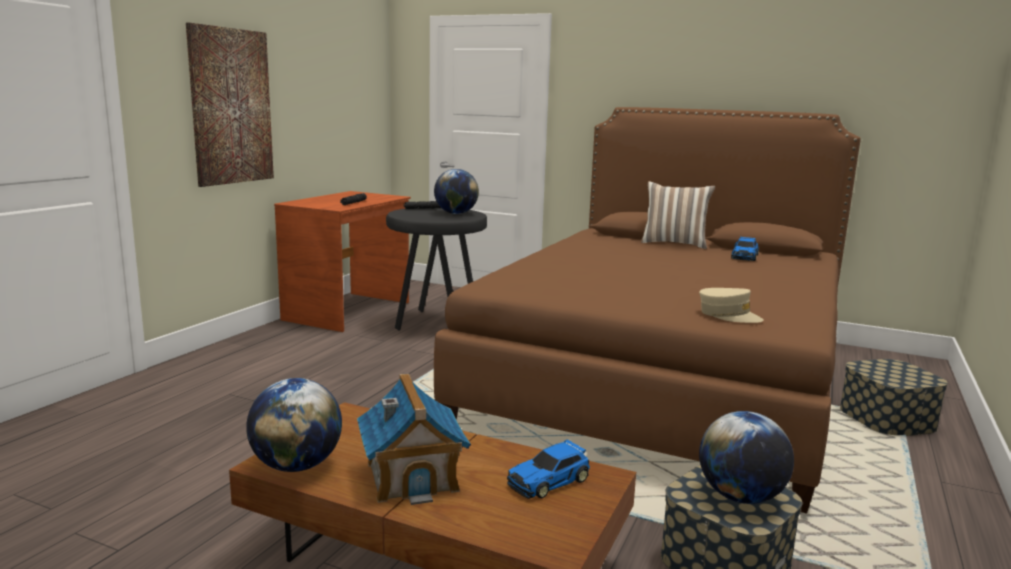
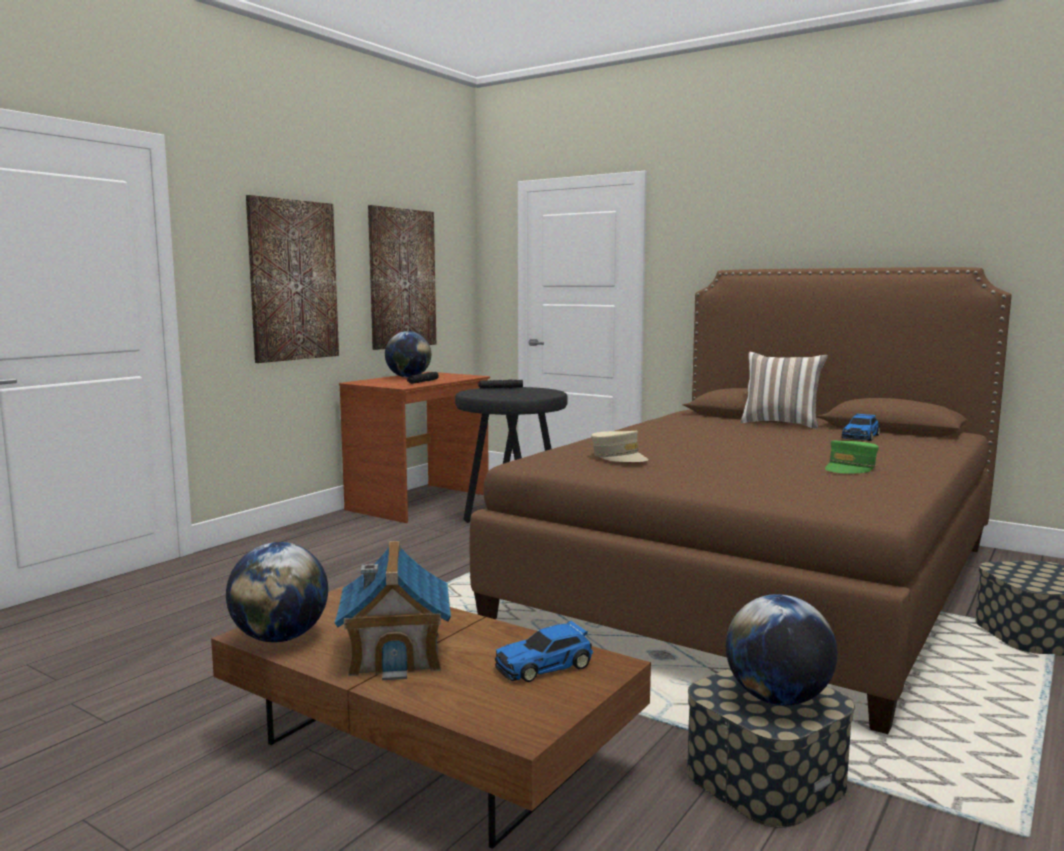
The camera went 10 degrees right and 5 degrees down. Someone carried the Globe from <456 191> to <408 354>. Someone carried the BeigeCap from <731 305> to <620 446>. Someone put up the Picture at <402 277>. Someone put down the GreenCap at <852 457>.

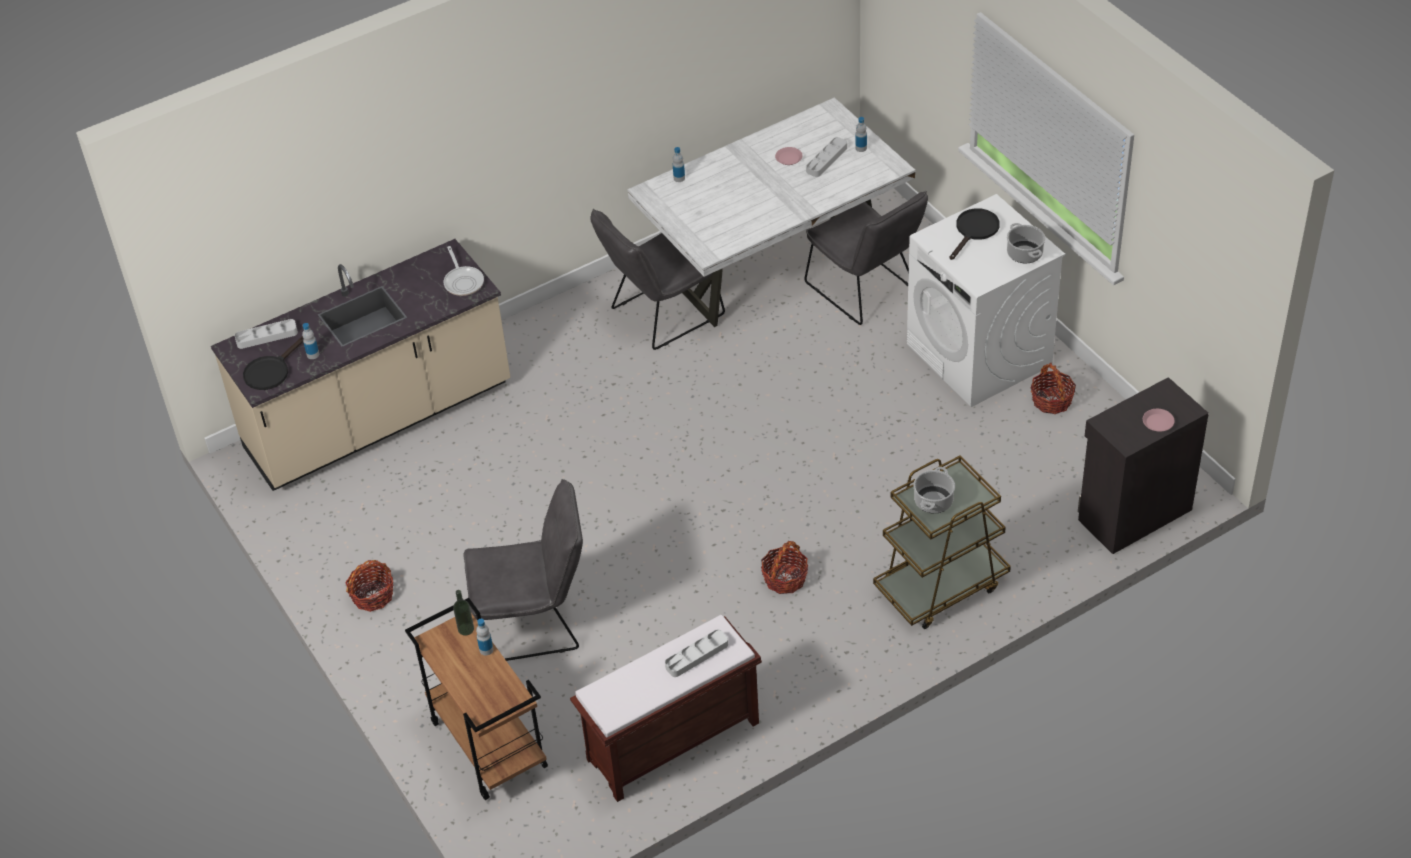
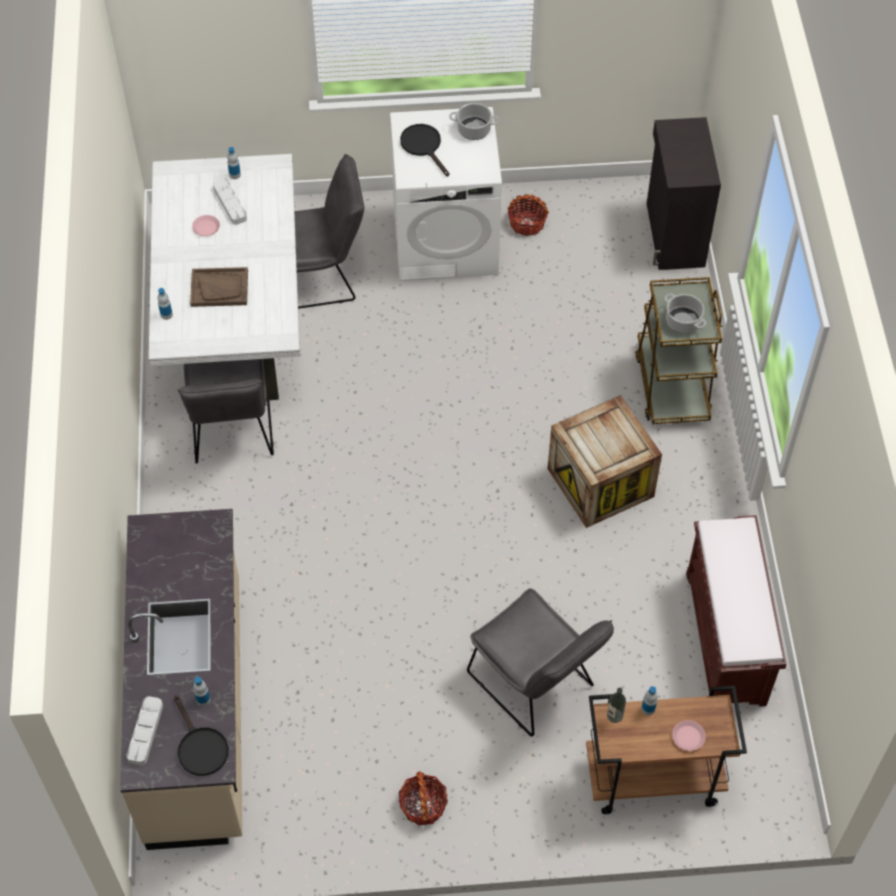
The camera went 65 degrees left and 10 degrees up. Someone took away the FryingPan at <464 271>. Someone rotated the GreyChair at <523 570> by 120 degrees clockwise. Someone took away the GreyTray at <696 653>. Someone swapped the Basket at <784 567> for the Crate at <605 461>. Someone carried the PinkPlate from <1159 420> to <689 735>. Someone put down the BrownTray at <219 287>.

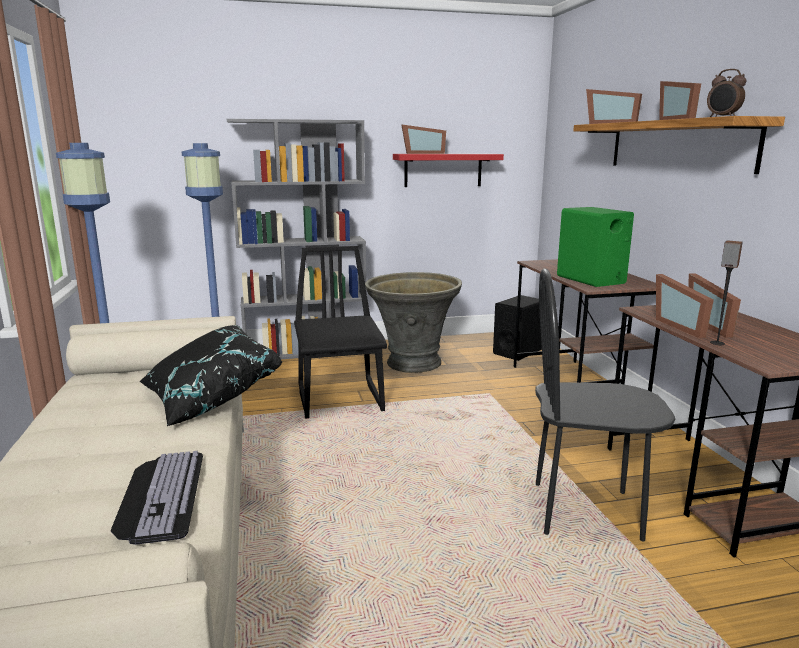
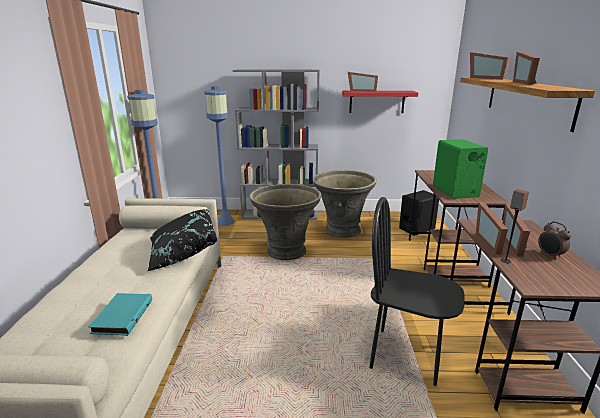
The camera went 15 degrees right and 5 degrees up. Someone swapped the Keyboard at <157 498> for the TurquoiseBook at <120 314>. Someone swapped the BlackChair at <340 332> for the GreyPlanter at <285 222>. Someone carried the AlarmClock from <726 93> to <554 240>.

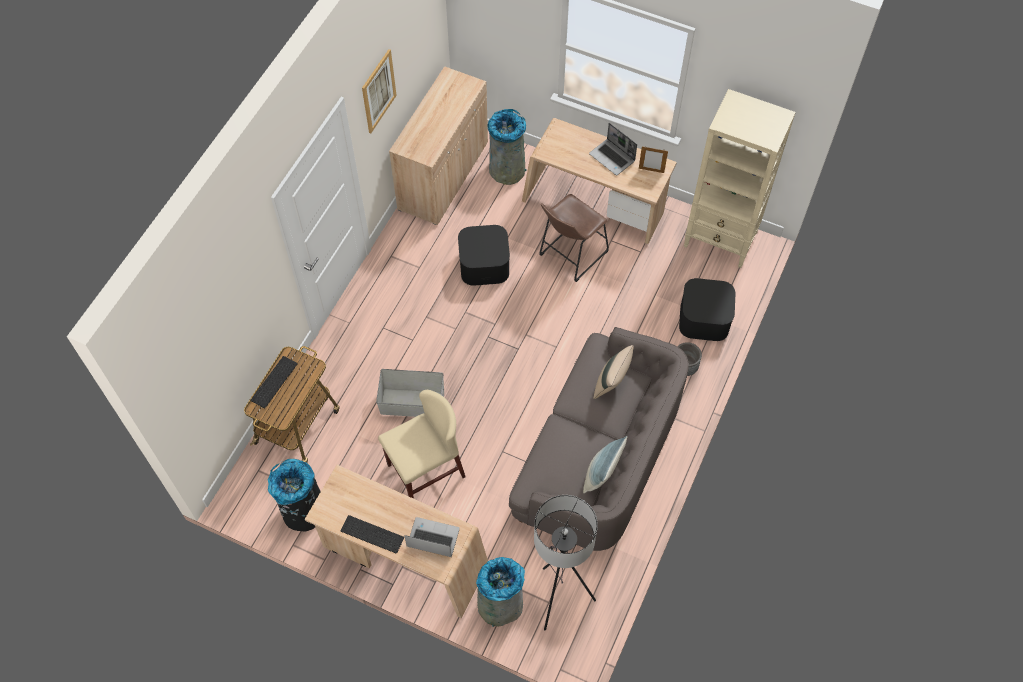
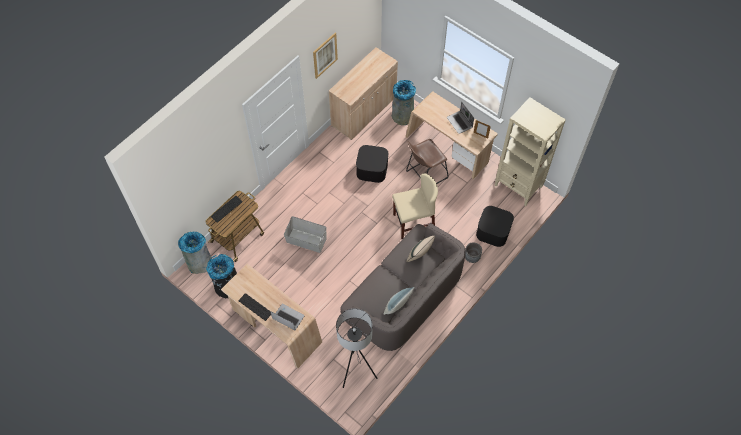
The camera went 15 degrees right and 0 degrees up. Someone carried the BeigeChair from <422 444> to <415 206>. Someone carried the GreyTrashCan from <500 592> to <194 253>.

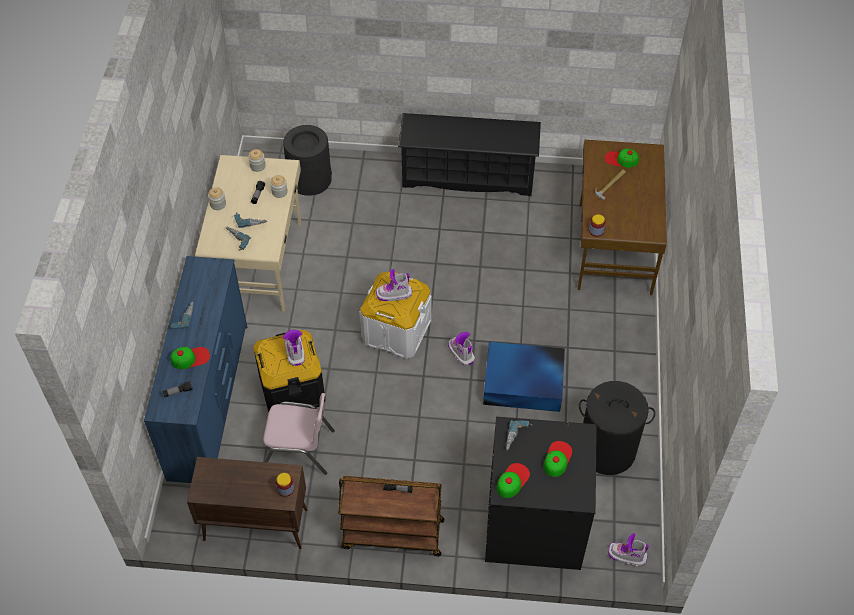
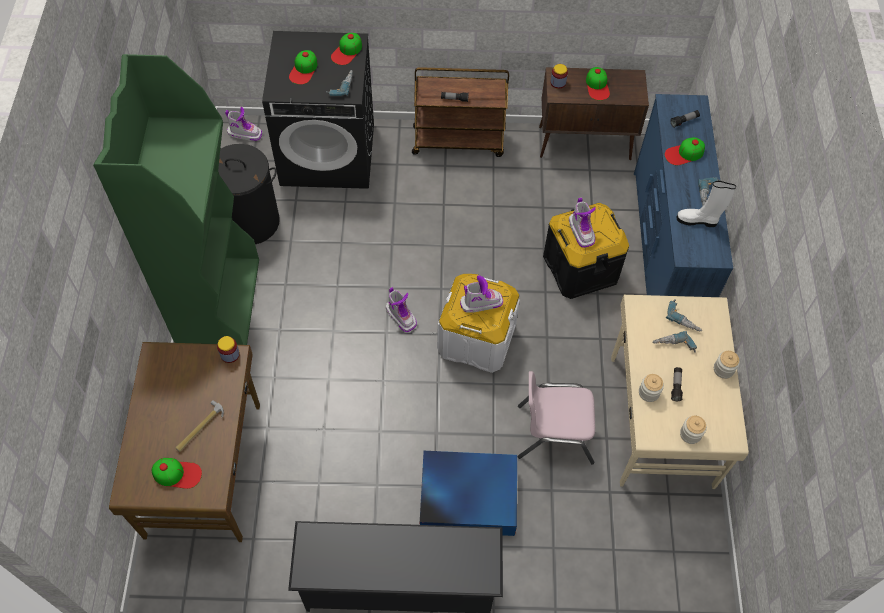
The camera went 175 degrees right and 5 degrees up. Someone carried the PinkChair from <299 434> to <556 417>. Someone took away the BlackTrashCan at <307 160>. Someone carried the BlueStorageBox from <524 377> to <468 493>. Someone put down the GreenBookcase at <176 199>. Someone put down the Cap at <598 83>. Someone put down the WhiteBoot at <706 204>.

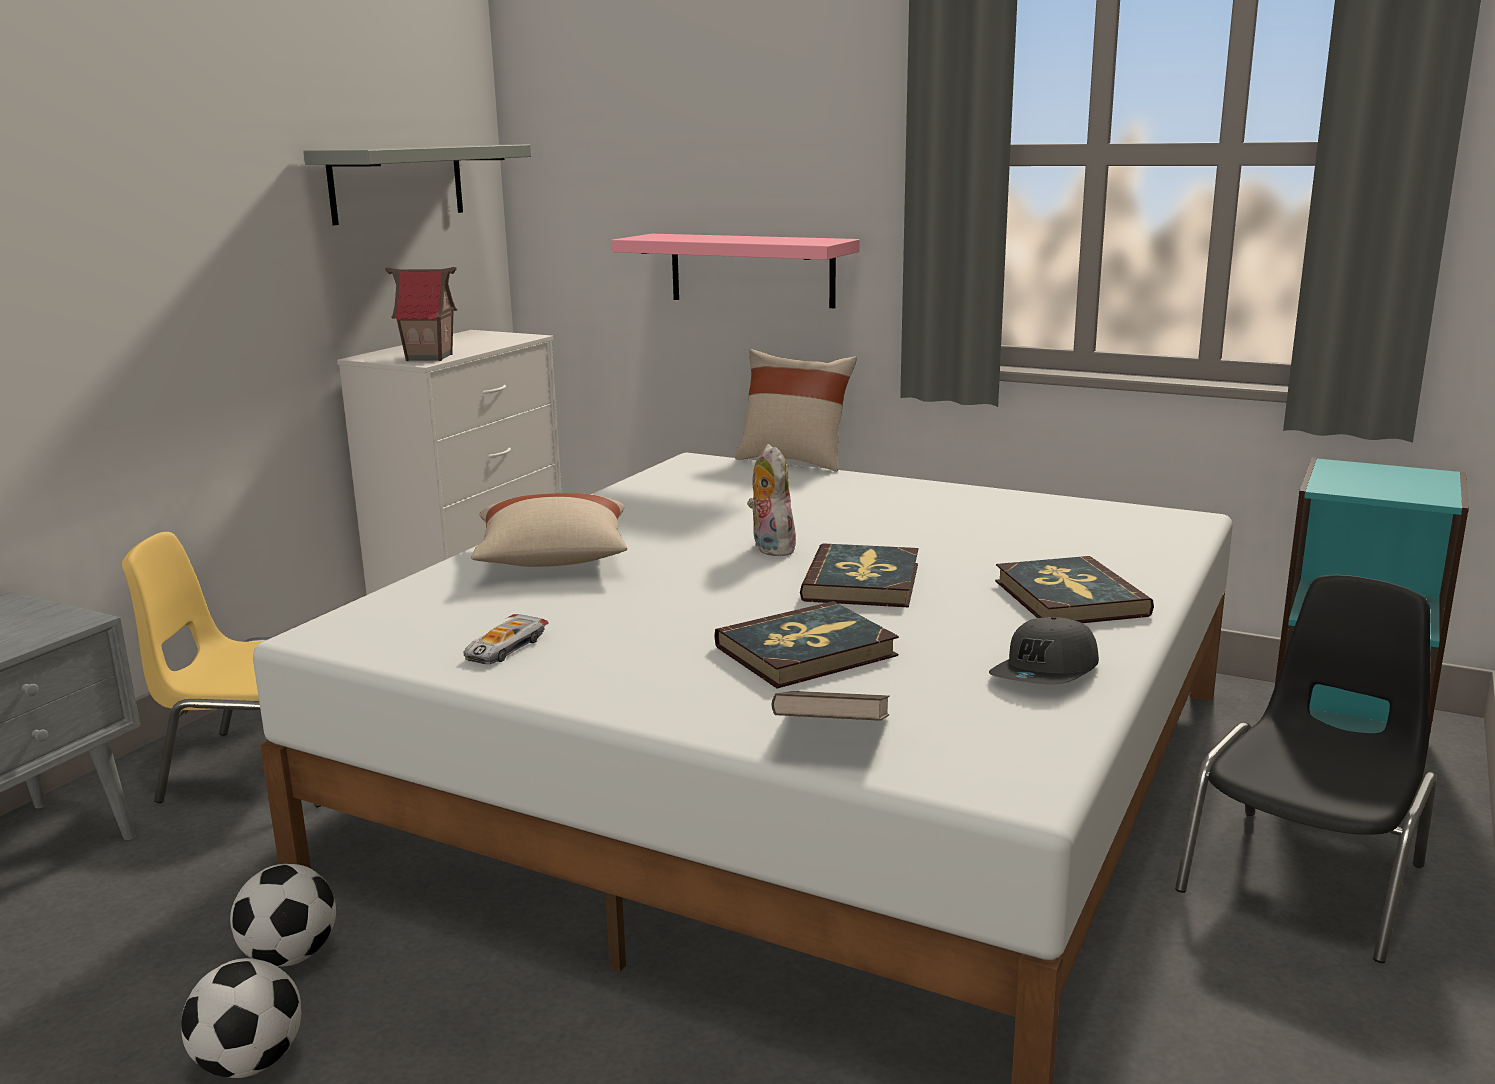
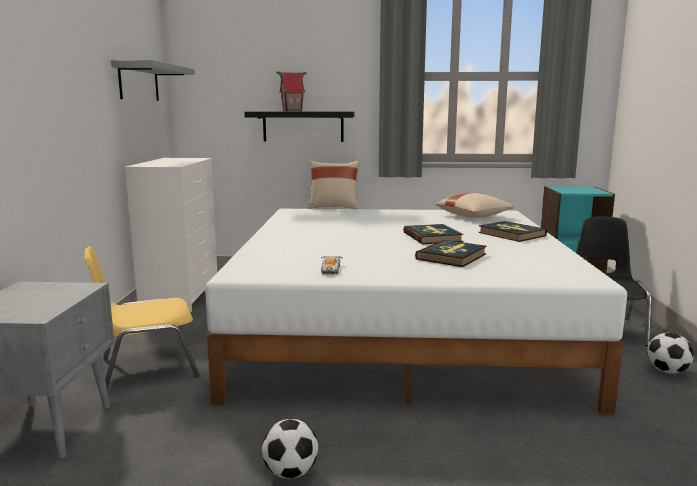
The camera went 25 degrees left and 5 degrees down. Someone carried the Football from <283 915> to <670 353>. Someone carried the ToyHouse from <421 314> to <291 91>. Someone carried the BeigePillow from <549 530> to <475 205>. Someone repainted the PinkShelf at <735 271>, which became the BlackShelf at <299 127>. Someone took away the PlushToy at <771 500>. Someone took away the BrownBook at <831 706>. Someone took away the GreyCap at <1044 650>.

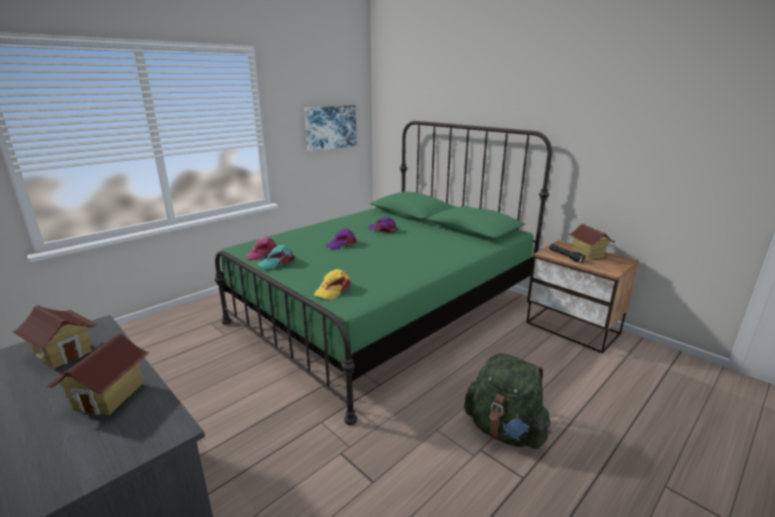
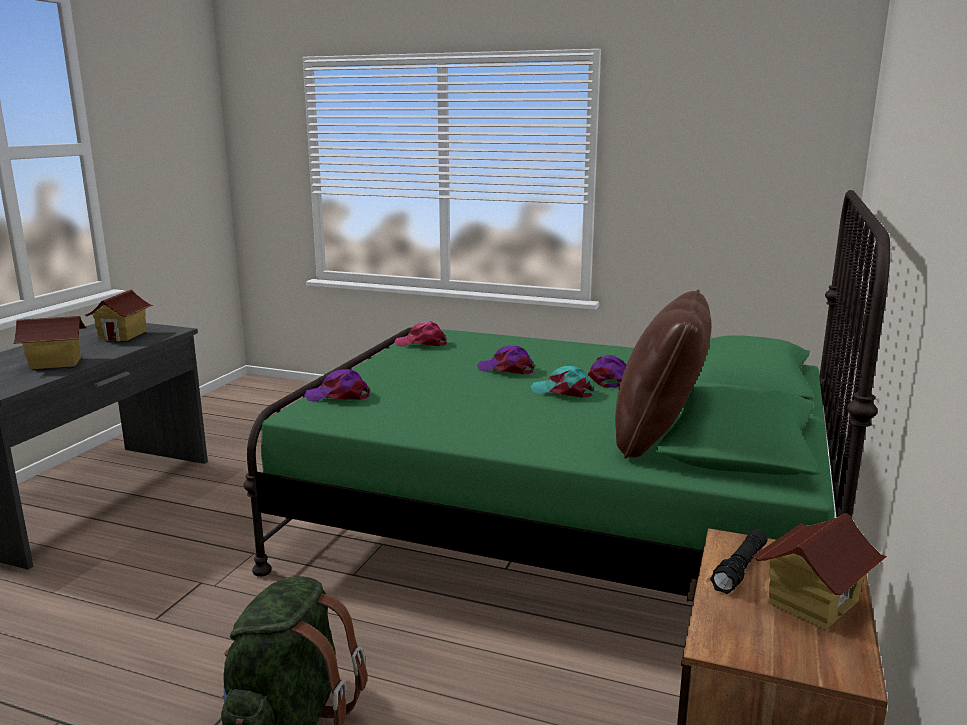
The camera went 65 degrees right and 5 degrees down. Someone carried the TurquoiseCap from <276 257> to <562 382>. Someone took away the Picture at <330 128>. Someone repainted the YellowCap at <332 284>, which became the PurpleCap at <336 385>. Someone put down the BrownPillow at <663 374>.

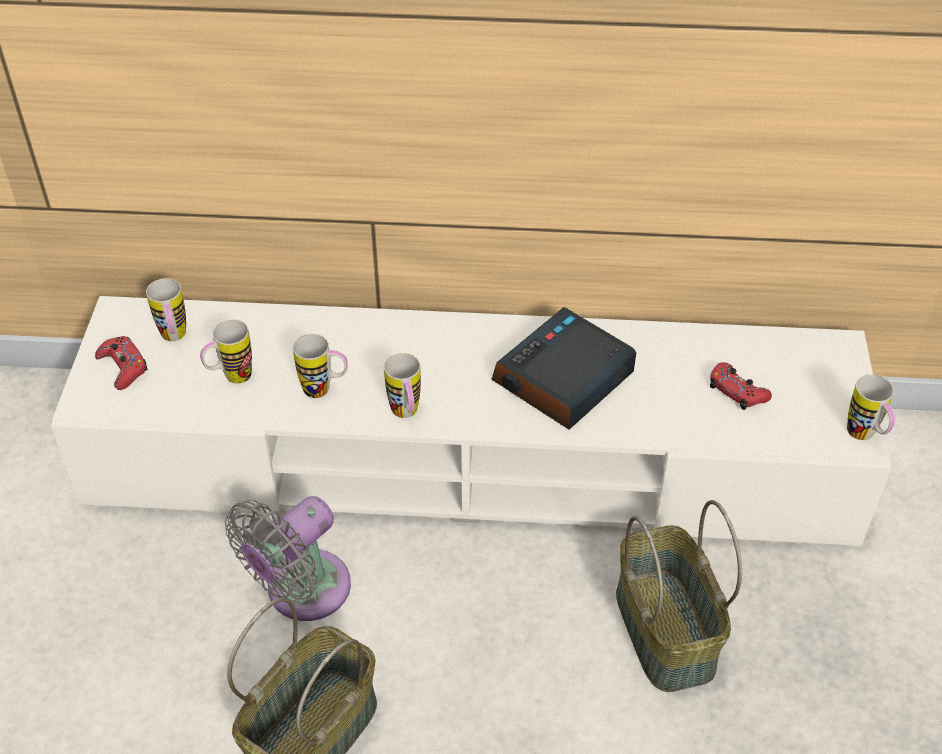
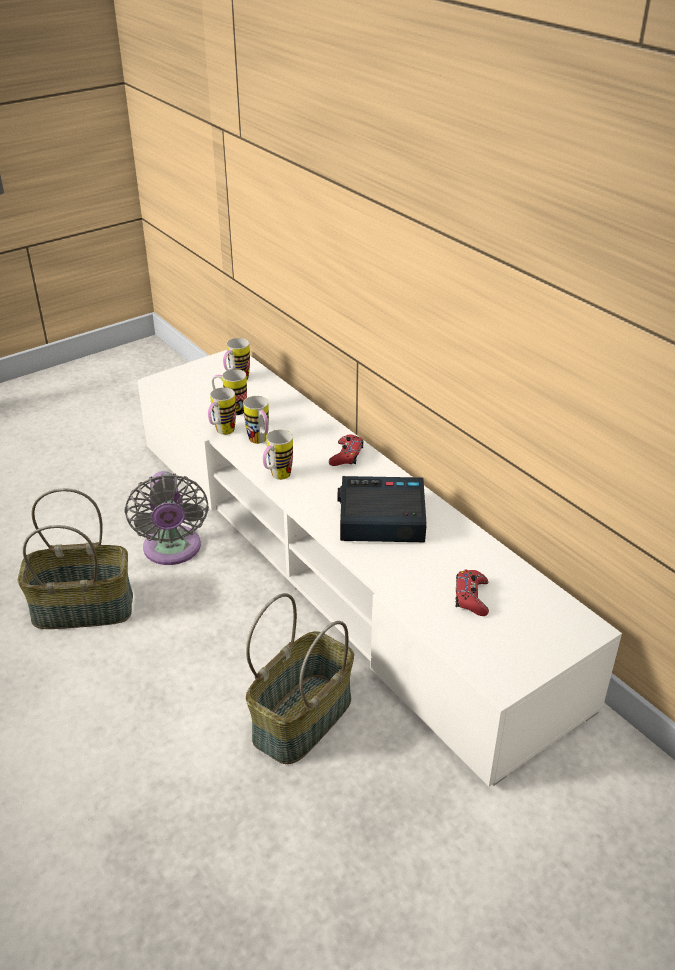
The camera went 50 degrees right and 10 degrees down. Someone carried the RedGameController from <121 363> to <346 450>. Someone rotated the GreyFan at <288 558> by 105 degrees counterclockwise. Someone carried the Mug from <871 407> to <222 411>.

